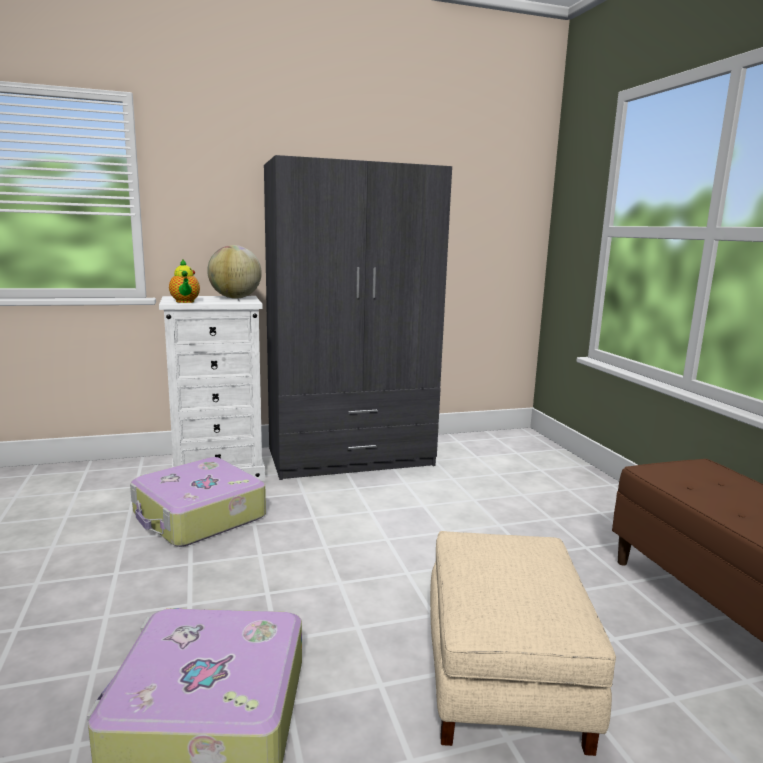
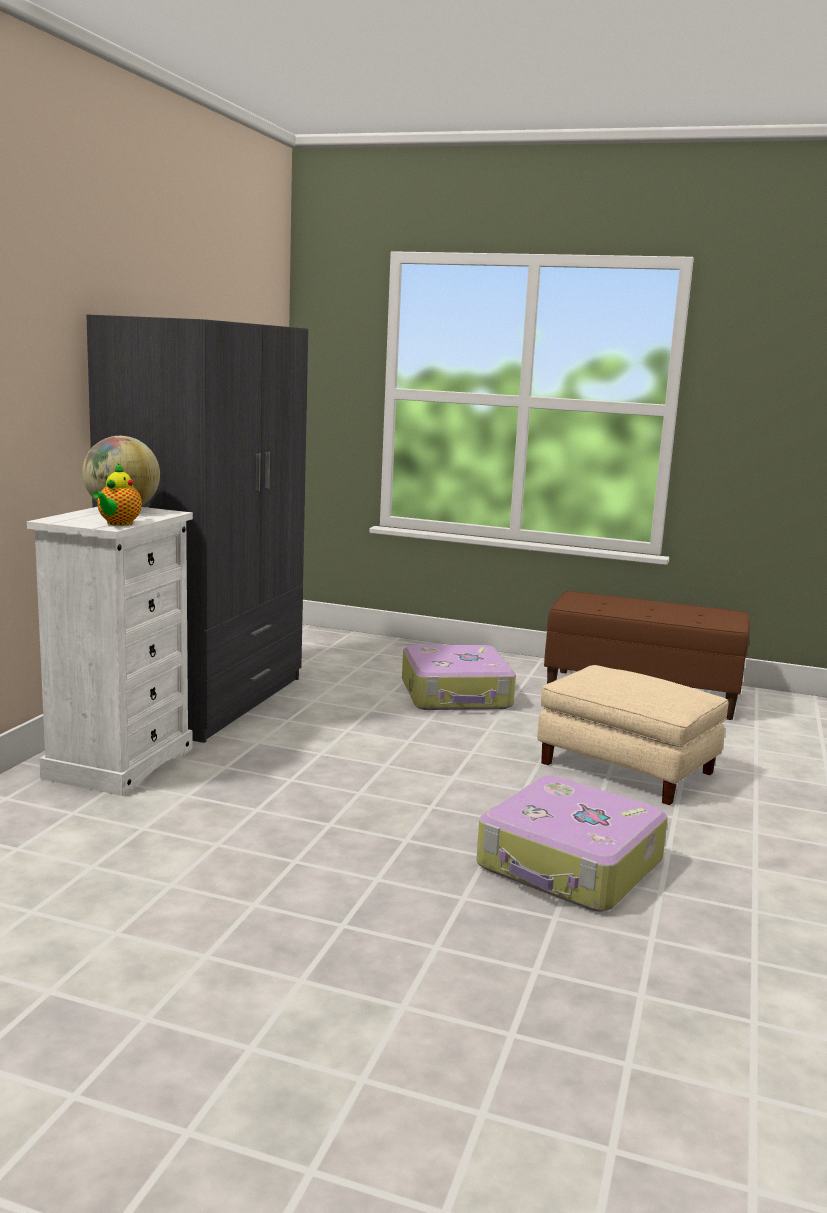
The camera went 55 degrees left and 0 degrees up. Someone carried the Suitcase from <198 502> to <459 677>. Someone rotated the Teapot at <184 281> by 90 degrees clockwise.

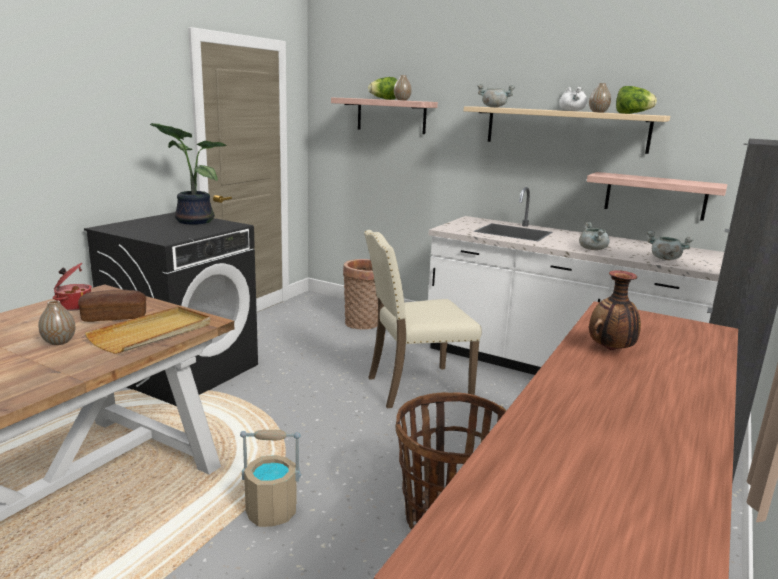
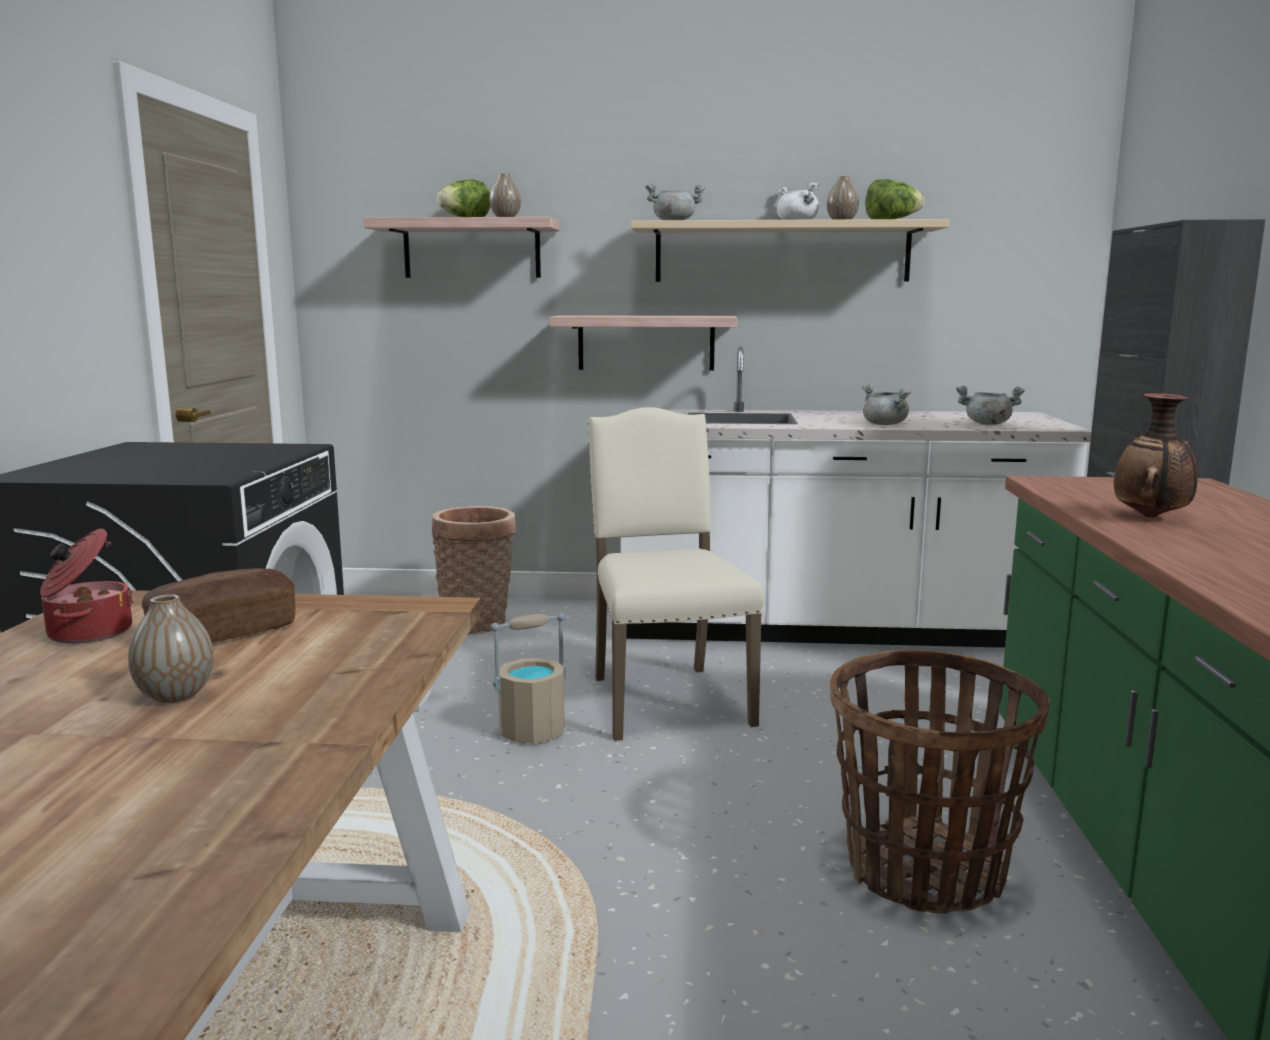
The camera went 25 degrees left and 5 degrees down. Someone took away the BeigeTray at <148 330>. Someone took away the PottedPlant at <188 173>. Someone carried the BeigeBucket from <270 478> to <529 678>. Someone rotated the BeigeChair at <423 319> by 120 degrees clockwise. Someone carried the Shelf from <657 196> to <643 342>.

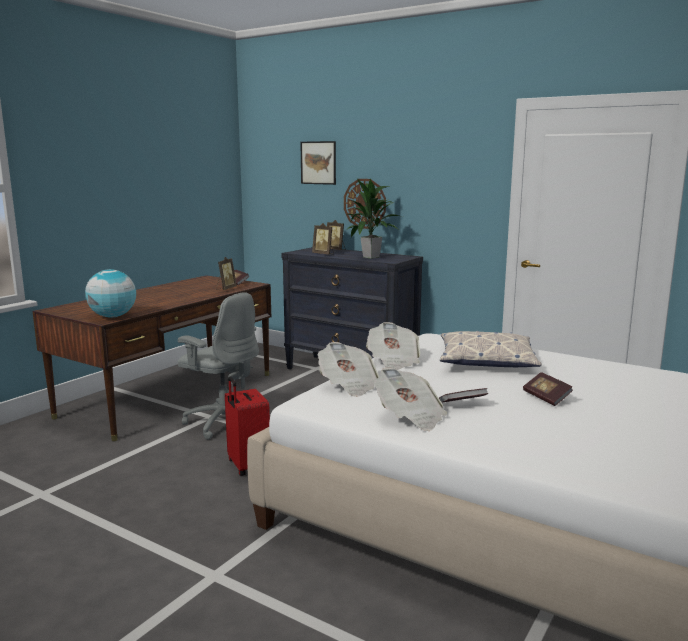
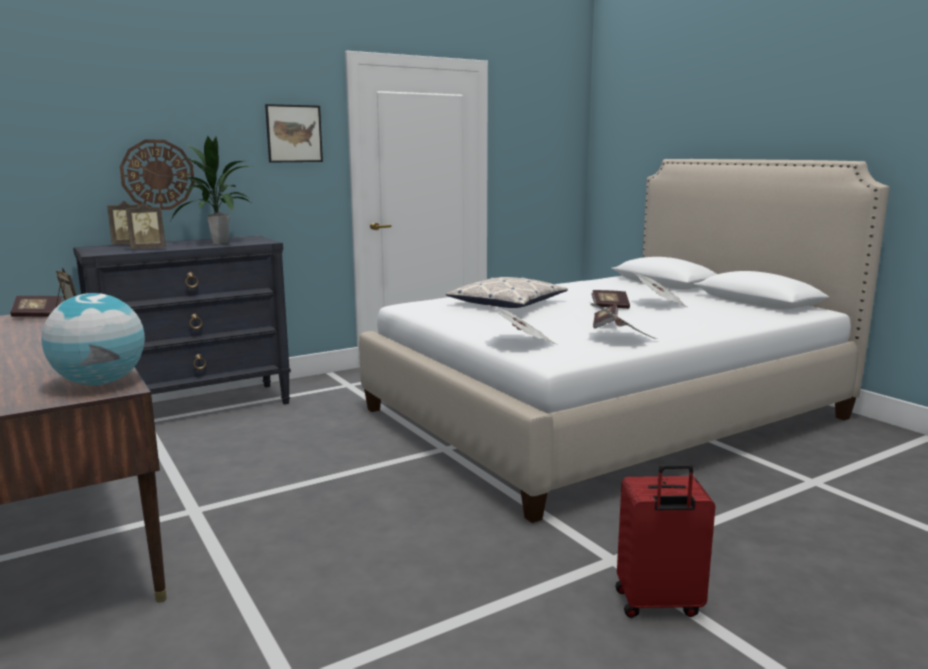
The camera went 65 degrees left and 0 degrees up. Someone took away the GreyOfficeChair at <218 366>. Someone carried the RedSuitcase from <247 426> to <665 540>. Someone carried the Picture from <318 163> to <294 133>. Someone carried the Newspaper from <393 346> to <660 289>.

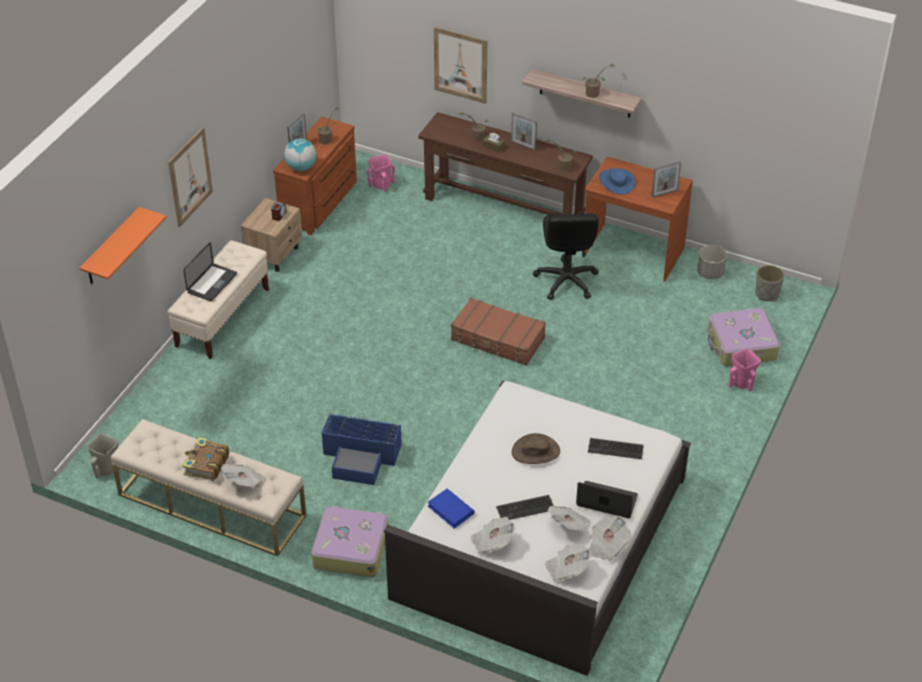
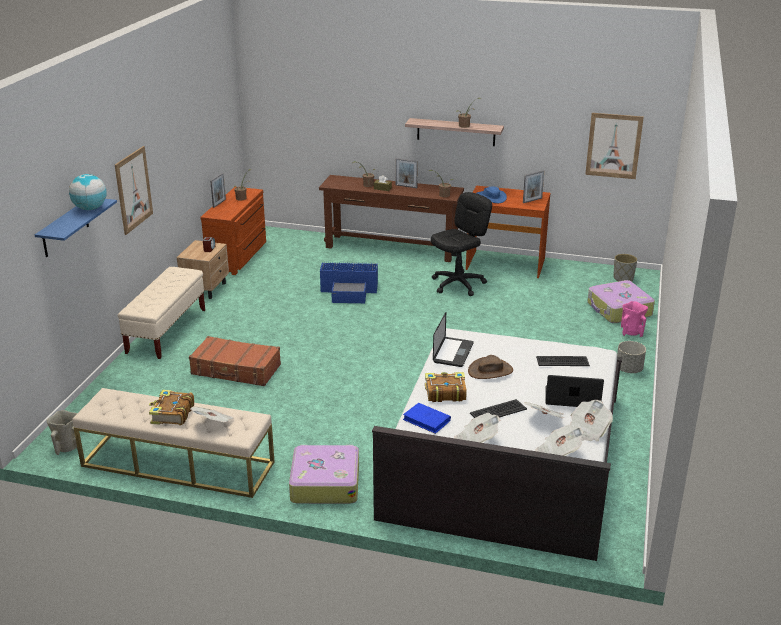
The camera went 10 degrees left and 15 degrees down. Someone repainted the OrangeShelf at <123 245>, which became the BlueShelf at <76 228>. Someone carried the Laptop from <210 271> to <453 339>. Someone carried the Globe from <300 154> to <88 192>. Someone carried the BlueStorageBox from <362 449> to <349 282>. Someone took away the PinkVase at <381 173>. Someone carried the Picture from <460 65> to <614 146>. Someone carried the BrownSuitcase from <498 331> to <235 361>. Someone rotated the BlackOfficeChair at <566 257> by 120 degrees counterclockwise. Someone carried the GreyPlanter from <712 262> to <631 357>. Someone put down the Book at <446 387>.

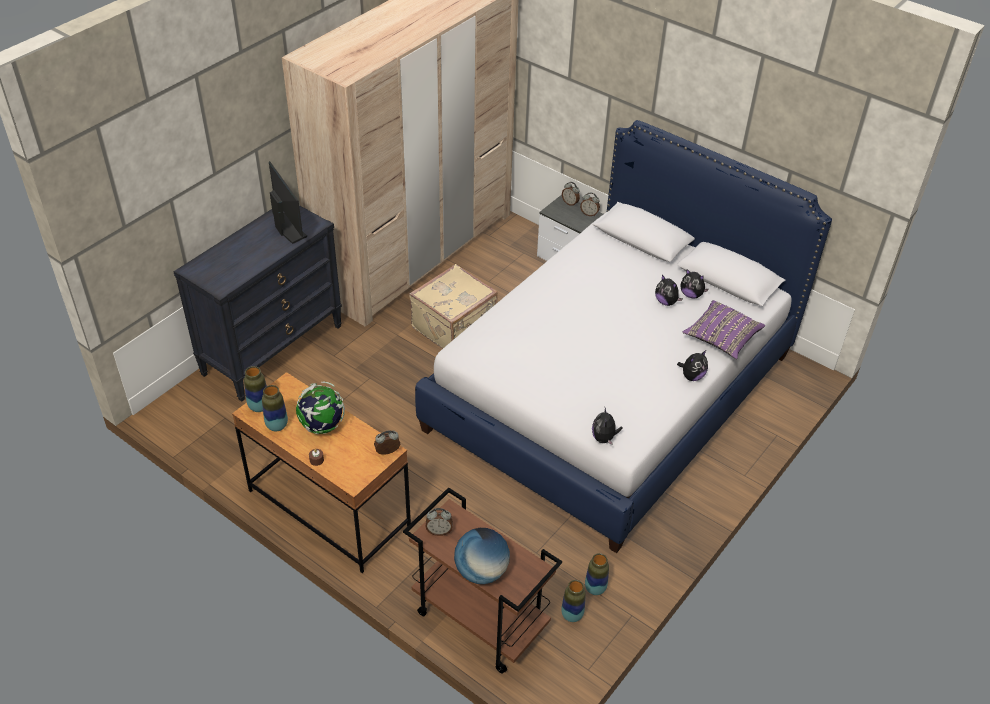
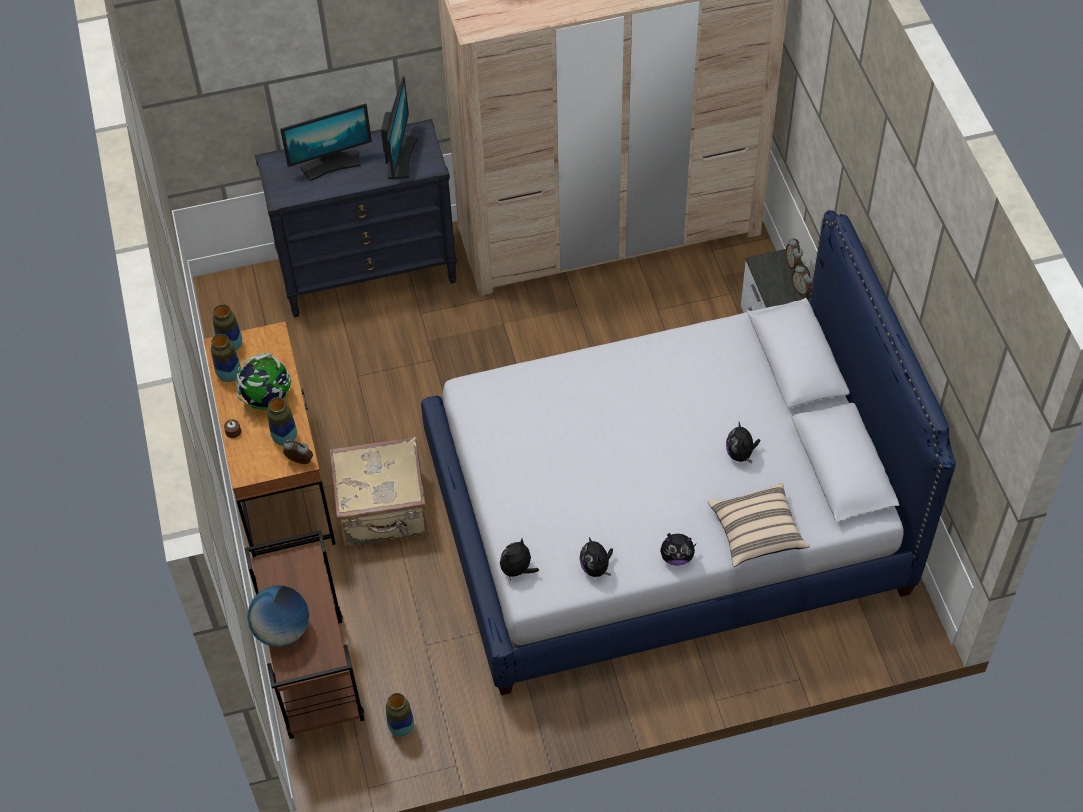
The camera went 40 degrees right and 10 degrees up. Someone carried the BeigeSuitcase from <453 306> to <379 492>. Someone took away the AlarmClock at <439 522>. Someone carried the Vase from <597 574> to <282 421>. Someone carried the PlushToy from <694 284> to <596 557>. Someone repainted the PurplePillow at <724 329>, which became the BeigePillow at <759 525>. Someone put down the Monitor at <326 142>.

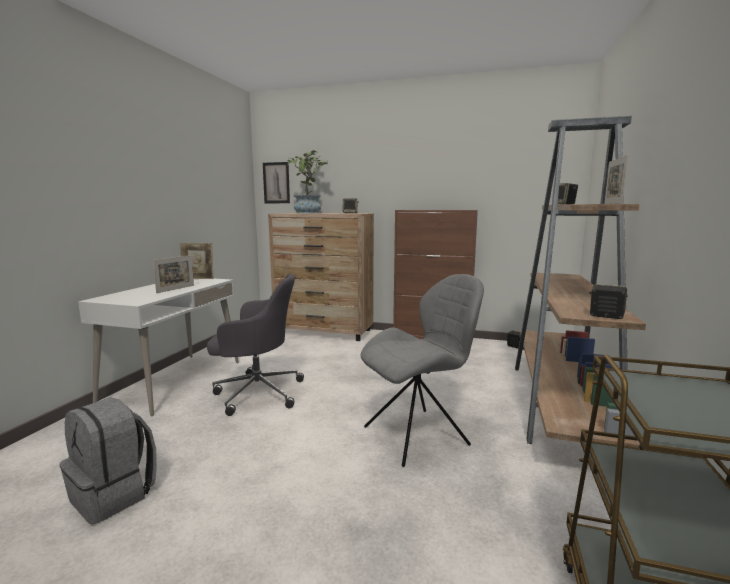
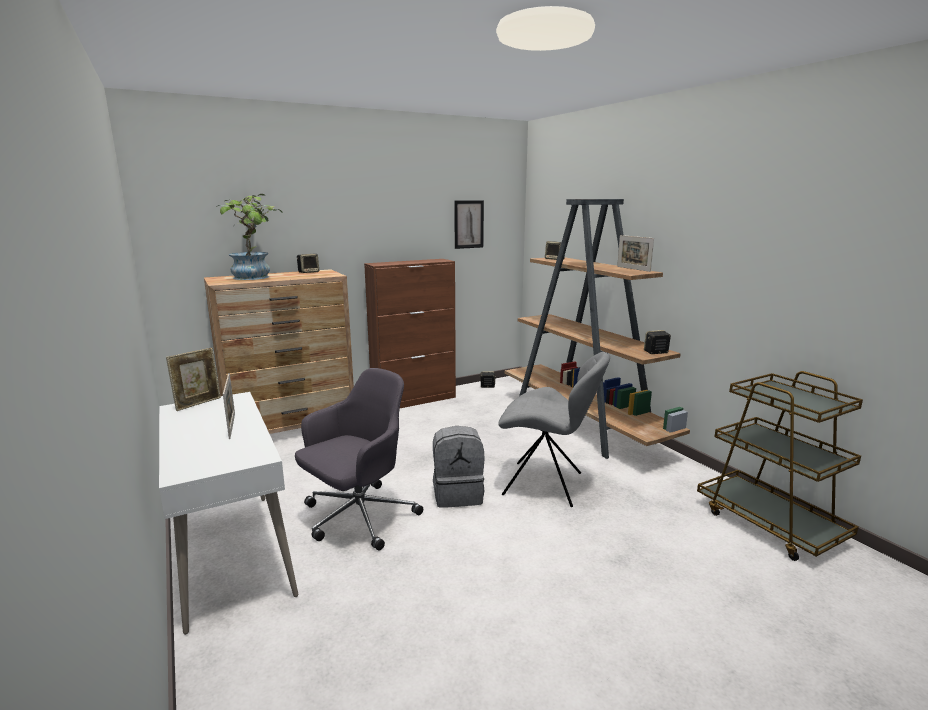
The camera went 45 degrees left and 5 degrees up. Someone carried the GreyBackpack from <108 461> to <459 467>. Someone carried the Picture from <276 182> to <469 224>. Someone rotated the GreyChair at <422 370> by 90 degrees clockwise.

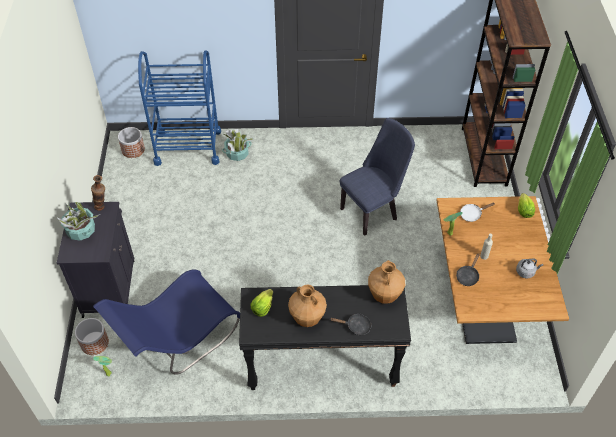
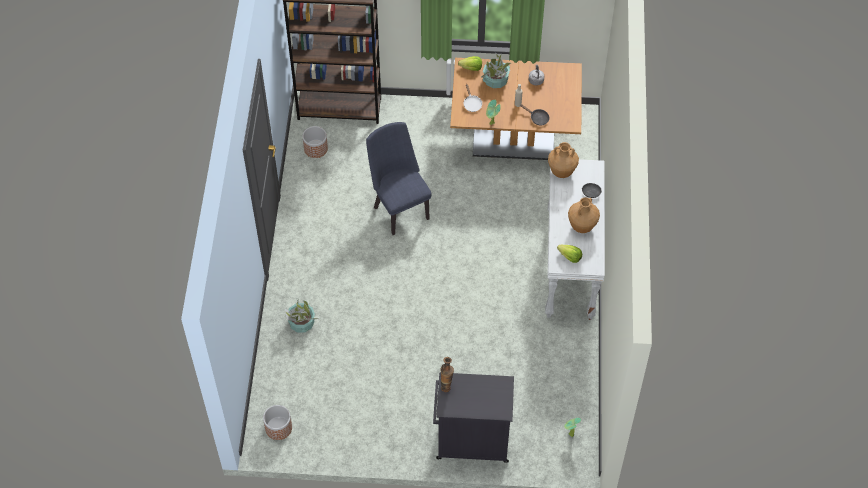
The camera went 85 degrees left and 5 degrees up. Someone carried the PottedPlant from <79 221> to <496 70>. Someone carried the Planter from <92 336> to <315 142>. Someone took away the BlueChair at <166 322>. Someone took away the BlueCart at <179 108>. Someone repainted the BlackConsoleTable at <325 337>, which became the WhiteConsoleTable at <575 239>.

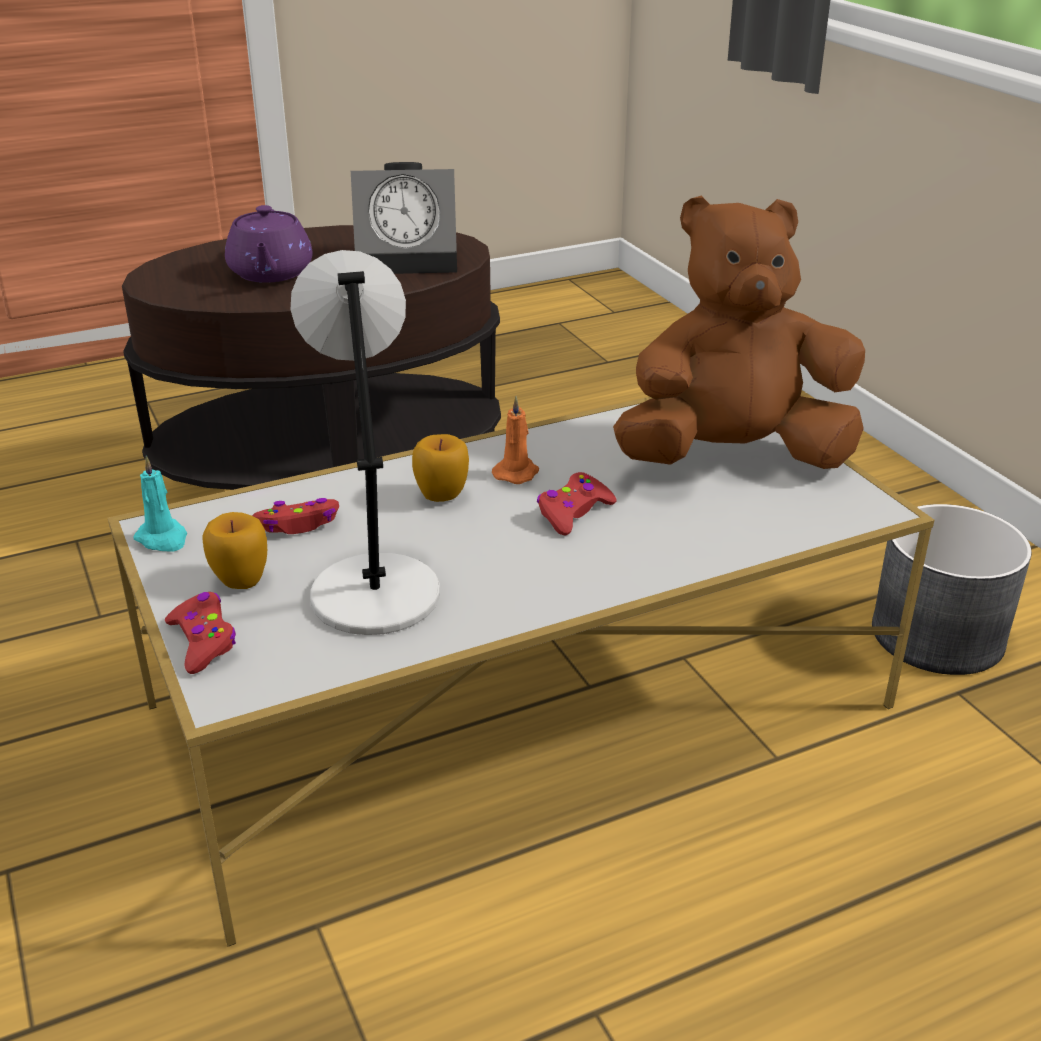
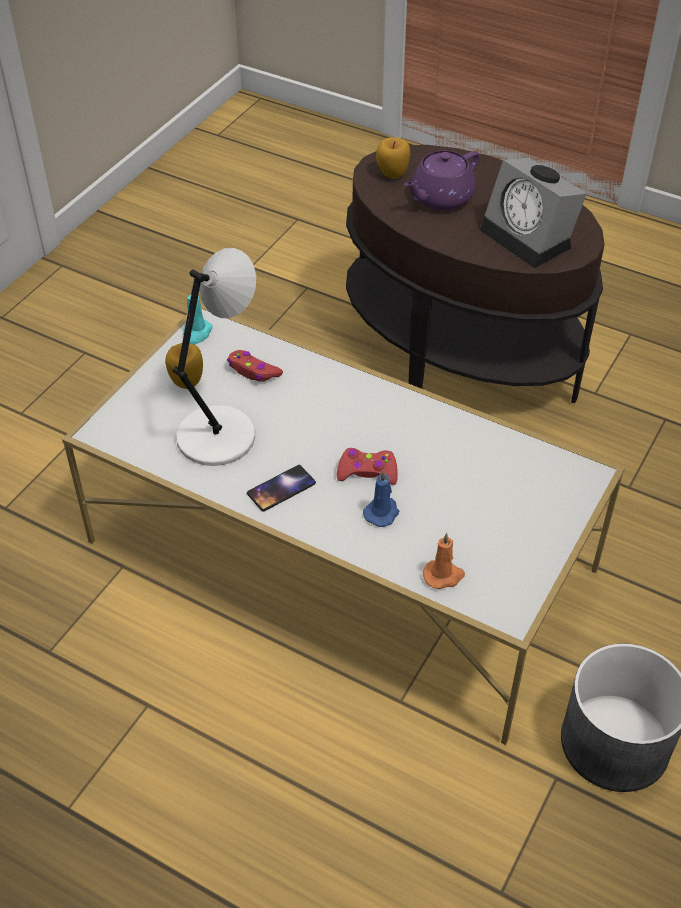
The camera went 55 degrees right and 15 degrees up. Someone took away the RedGameController at <200 633>. Someone carried the Apple from <440 468> to <393 158>. Someone carried the OrangeCandle from <515 440> to <444 561>. Someone took away the BrownPlushToy at <739 332>. Someone put down the Phone at <281 488>. Someone put down the BlueCandle at <381 498>.

